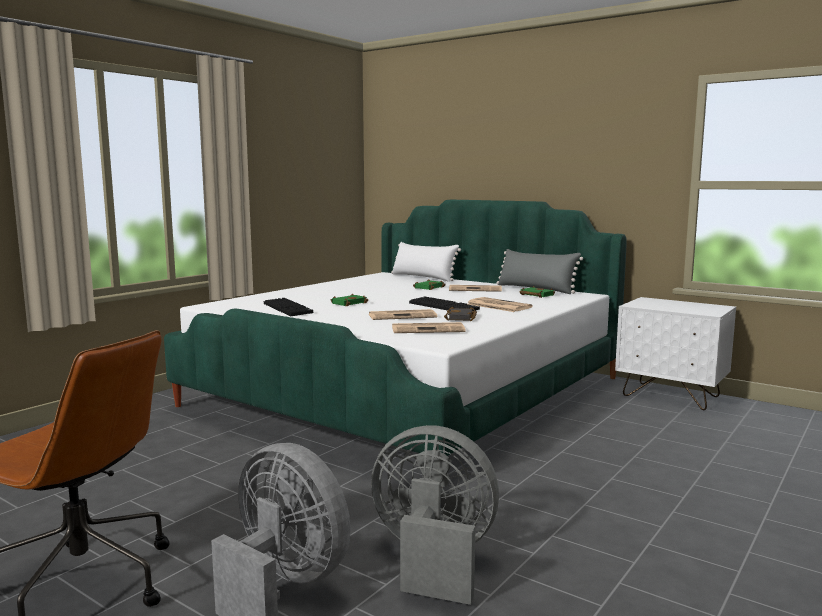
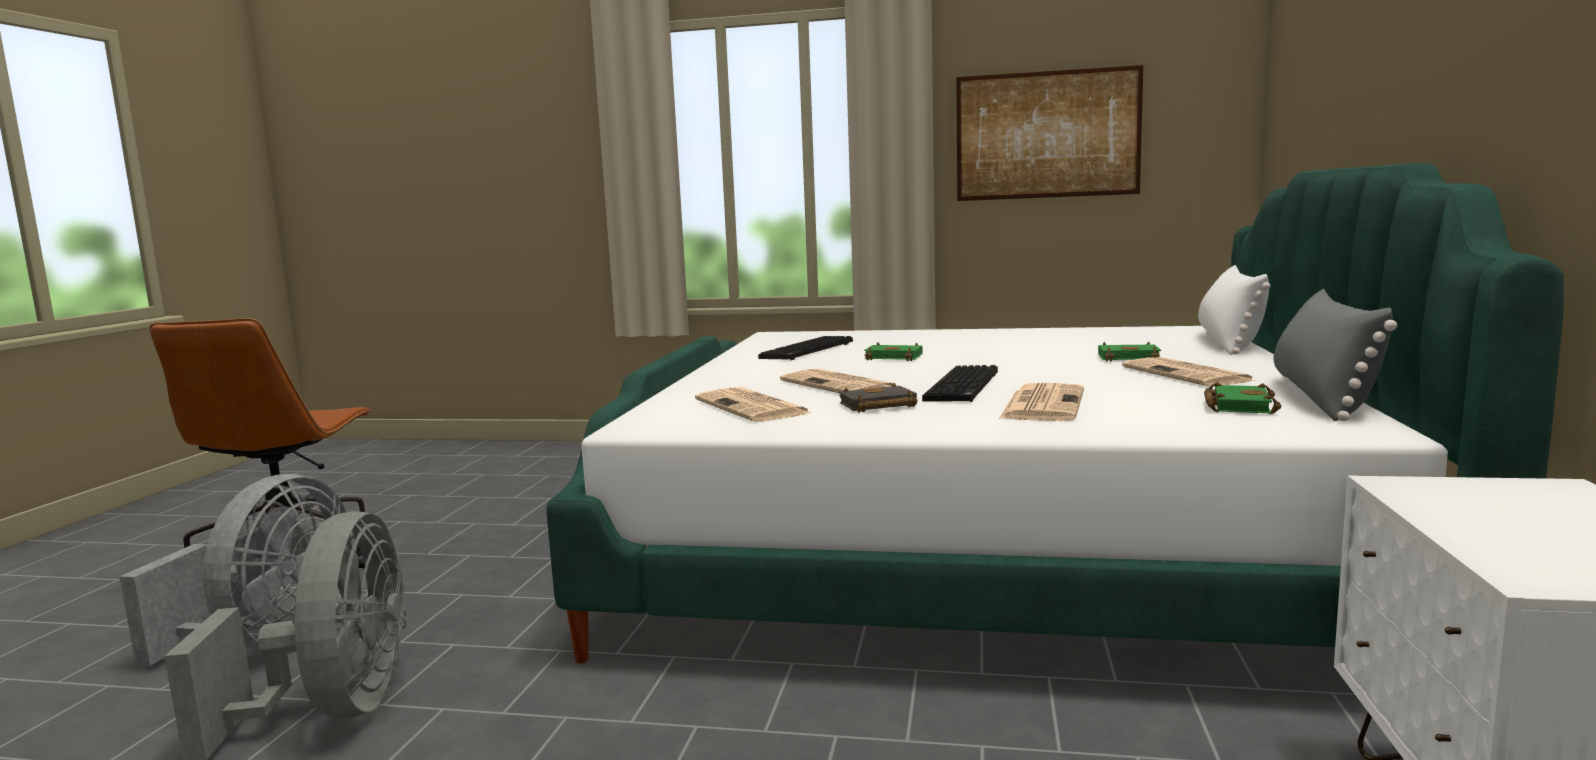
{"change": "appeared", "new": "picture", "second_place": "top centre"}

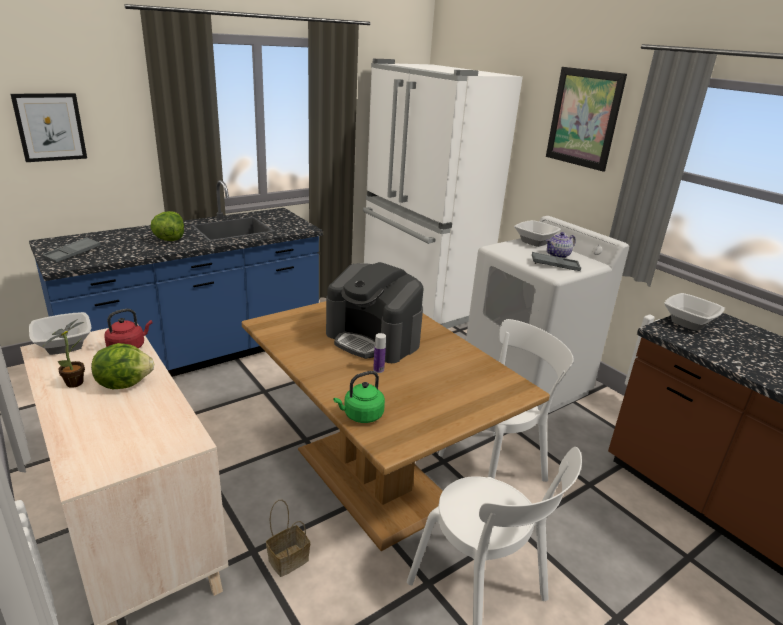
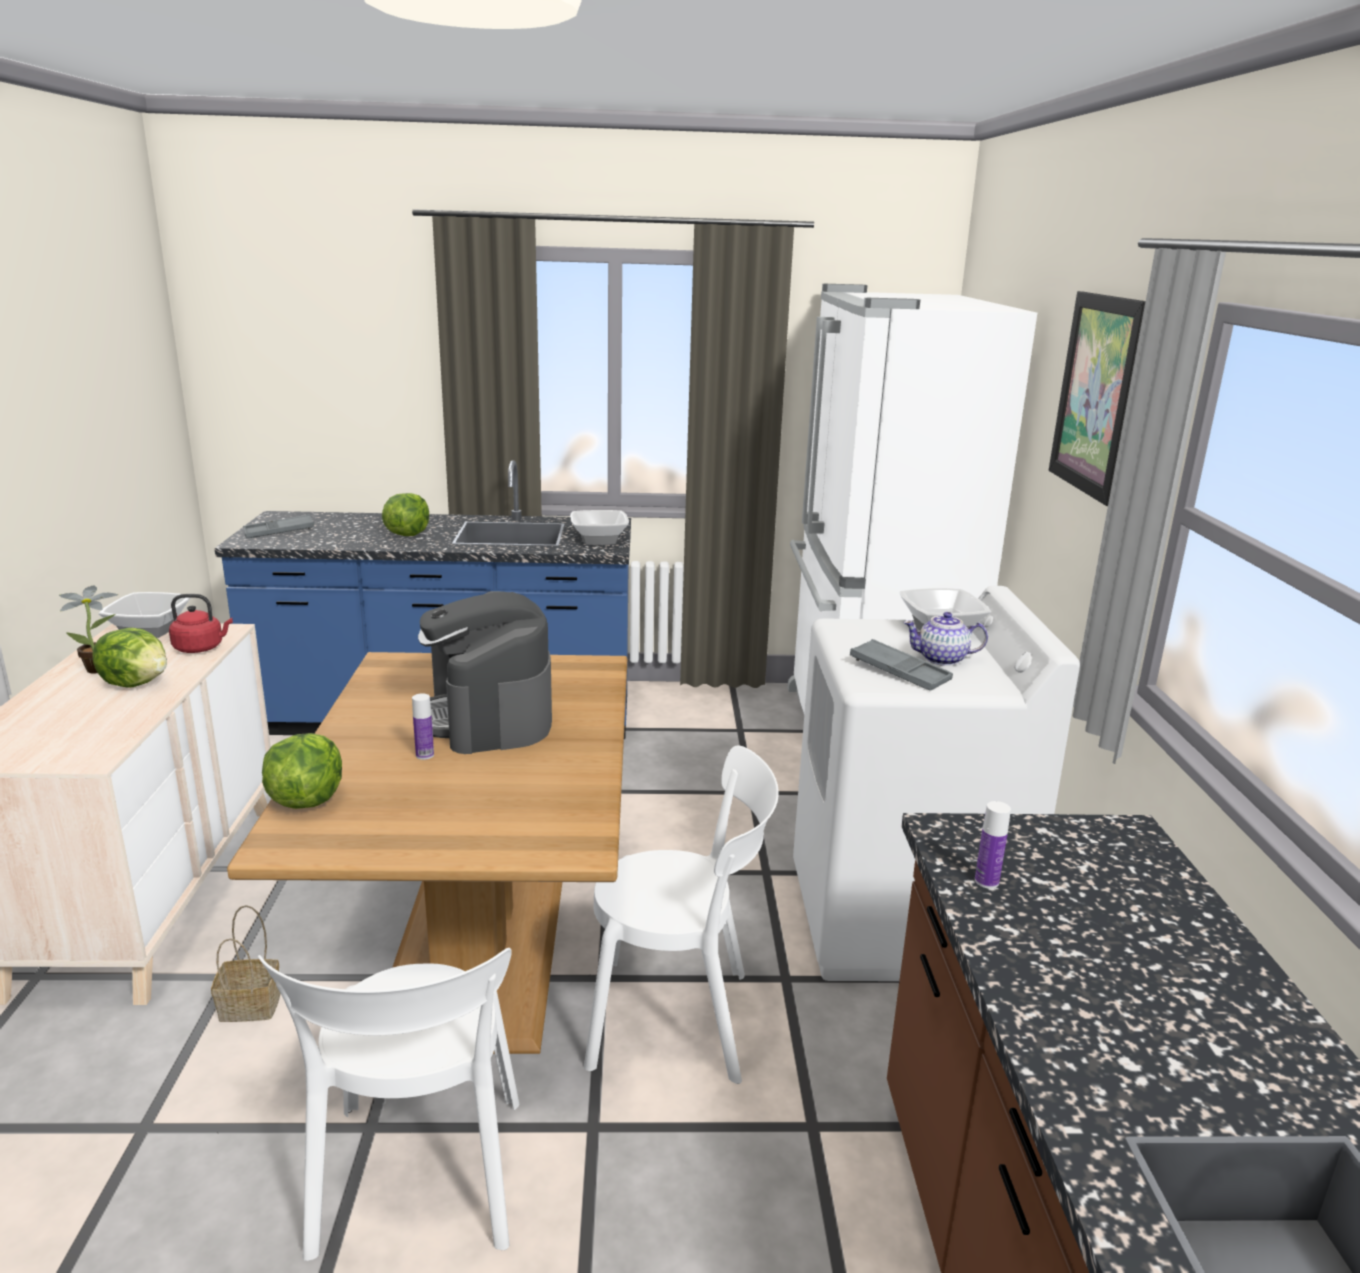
{"change": "missing", "old": "picture (no. 1 from left)", "first_place": "top left"}
{"change": "exchanged", "old": "green kettle", "new": "lettuce (no. 2 from left)", "first_place": "centre", "second_place": "middle left"}
{"change": "relocated", "old": "bowl (no. 3 from left in the first image)", "new": "bowl (no. 2 from left)", "first_place": "middle right", "second_place": "centre"}
{"change": "appeared", "new": "bottle (no. 2 from left)", "second_place": "middle right"}

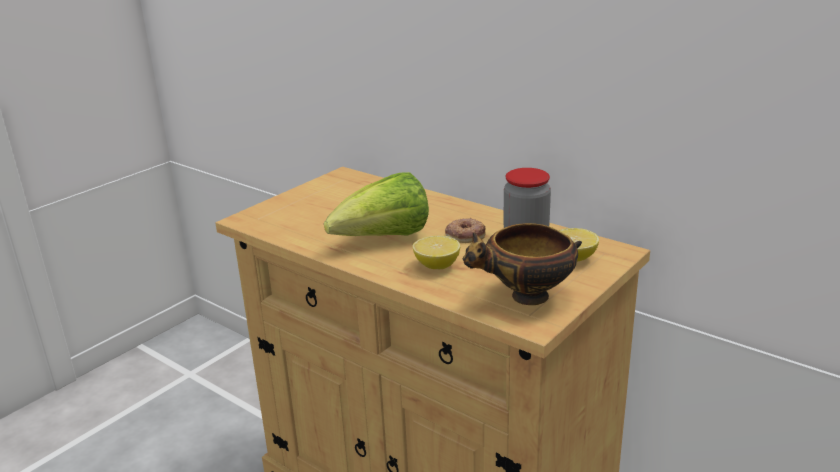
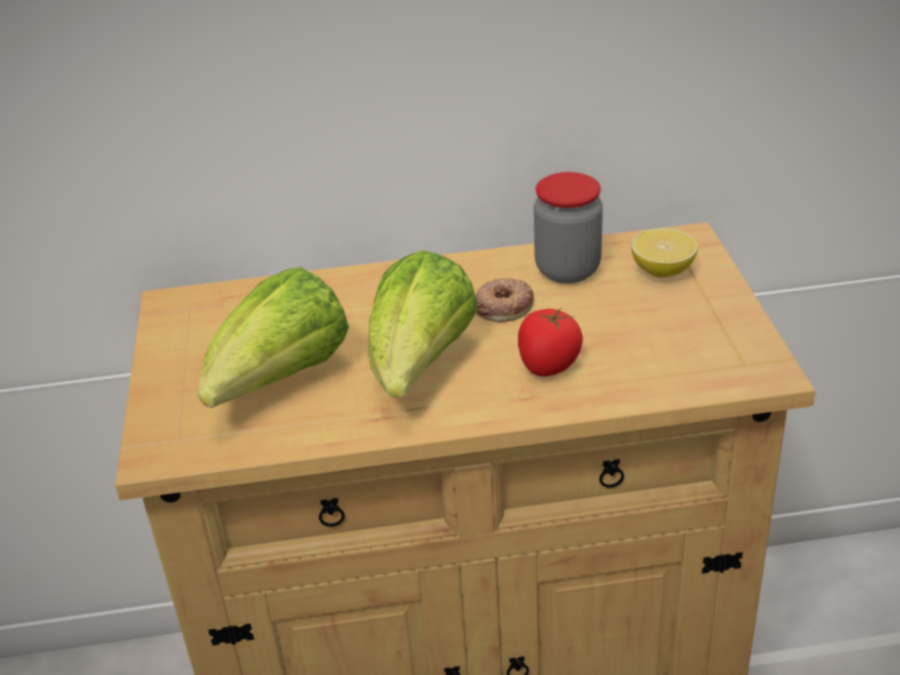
{"change": "exchanged", "old": "lemon (no. 1 from left)", "new": "tomato", "first_place": "centre", "second_place": "centre"}
{"change": "missing", "old": "bowl", "first_place": "centre"}
{"change": "appeared", "new": "lettuce (no. 1 from left)", "second_place": "middle left"}

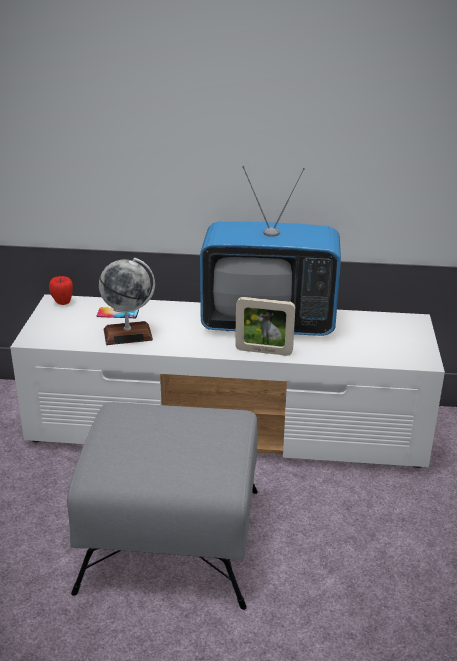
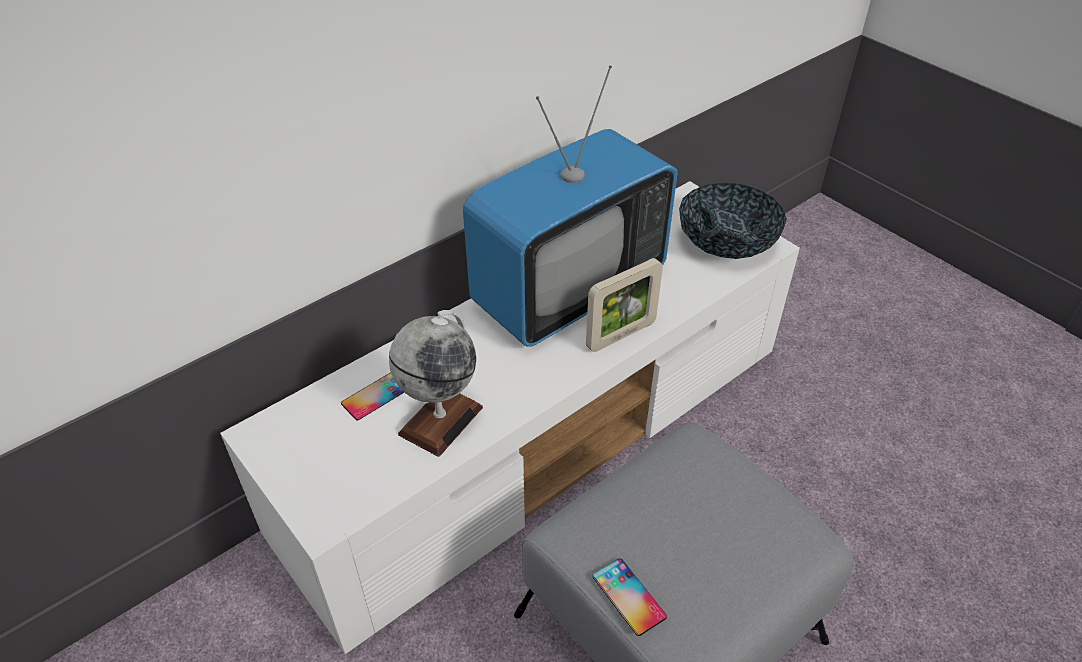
{"change": "missing", "old": "apple", "first_place": "middle left"}
{"change": "appeared", "new": "phone (no. 2 from left)", "second_place": "bottom centre"}
{"change": "appeared", "new": "bowl", "second_place": "middle right"}

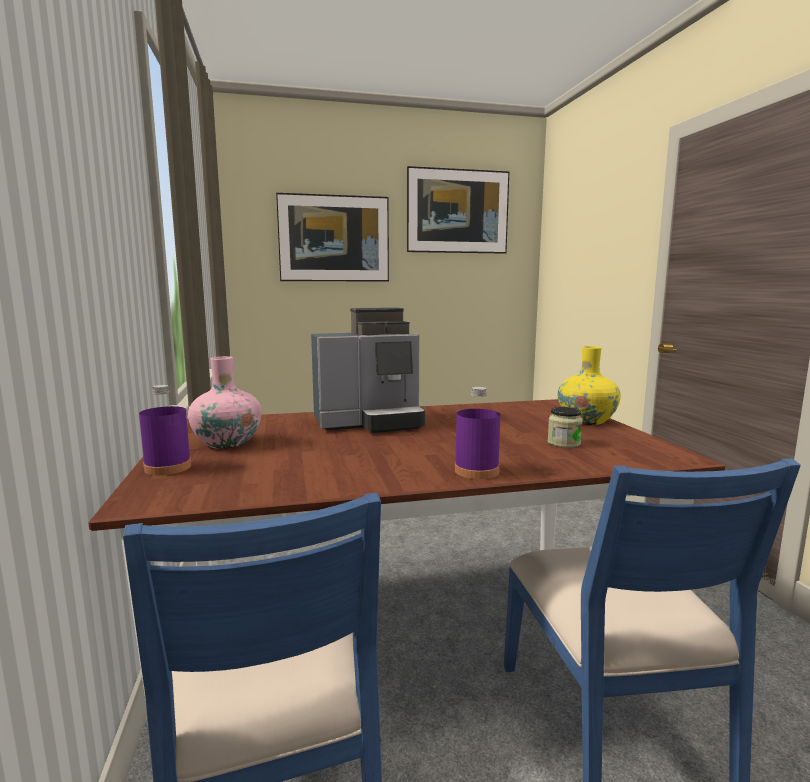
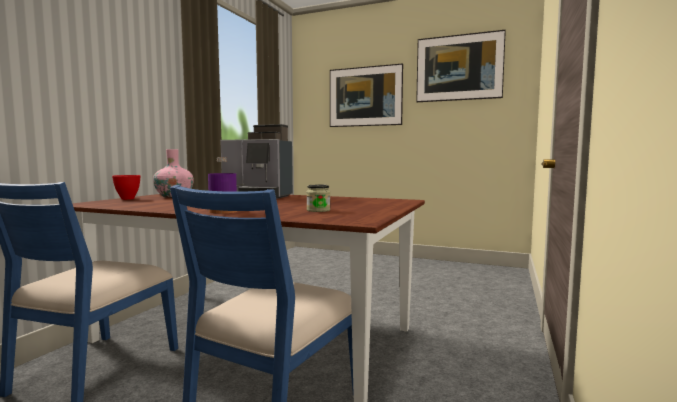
{"change": "exchanged", "old": "purple bottle (no. 1 from left)", "new": "red bowl", "first_place": "middle left", "second_place": "middle left"}
{"change": "missing", "old": "yellow vase", "first_place": "middle right"}

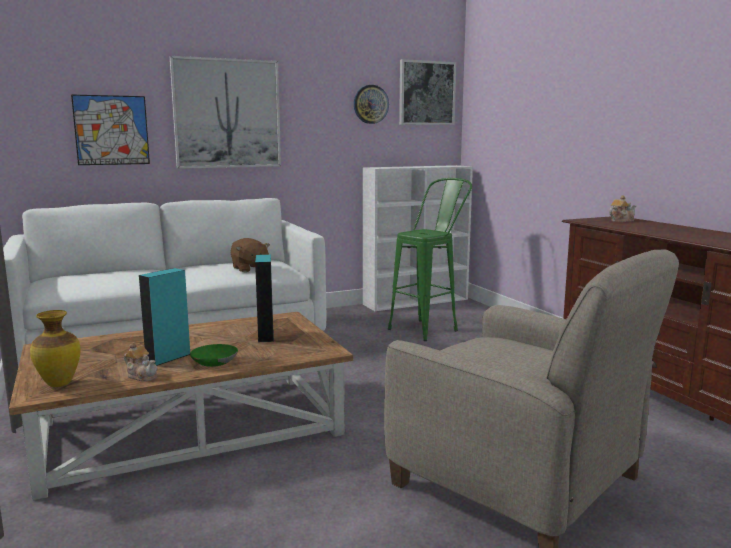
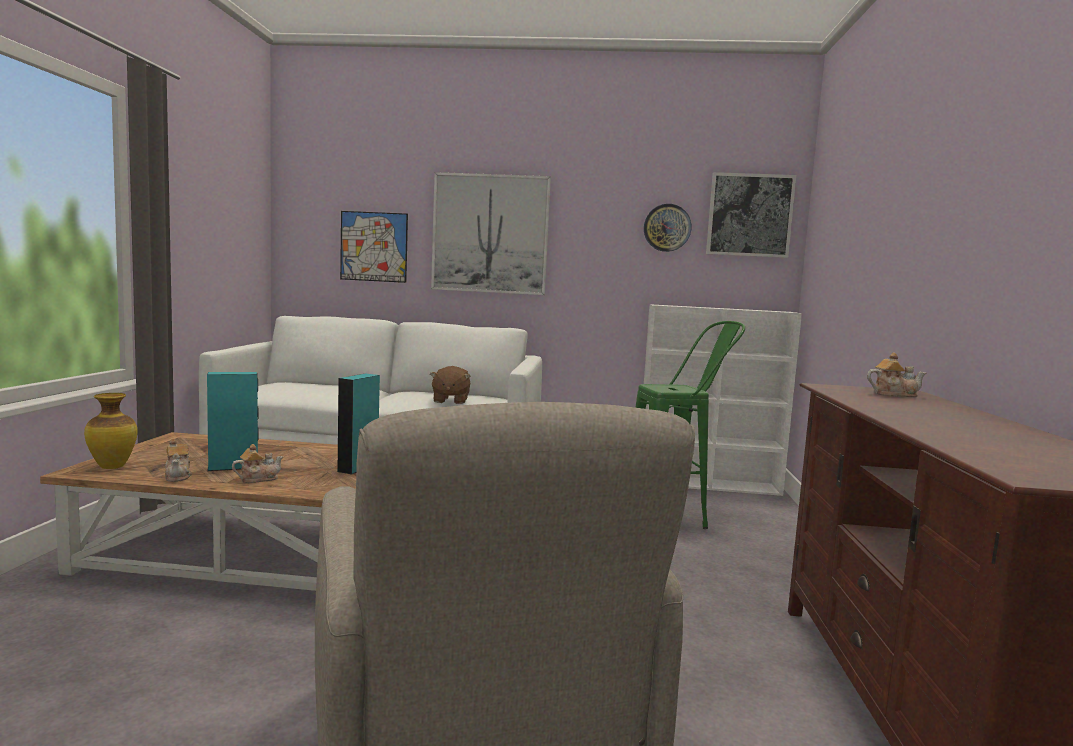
{"change": "exchanged", "old": "green bowl", "new": "teapot (no. 2 from left)", "first_place": "middle left", "second_place": "middle left"}

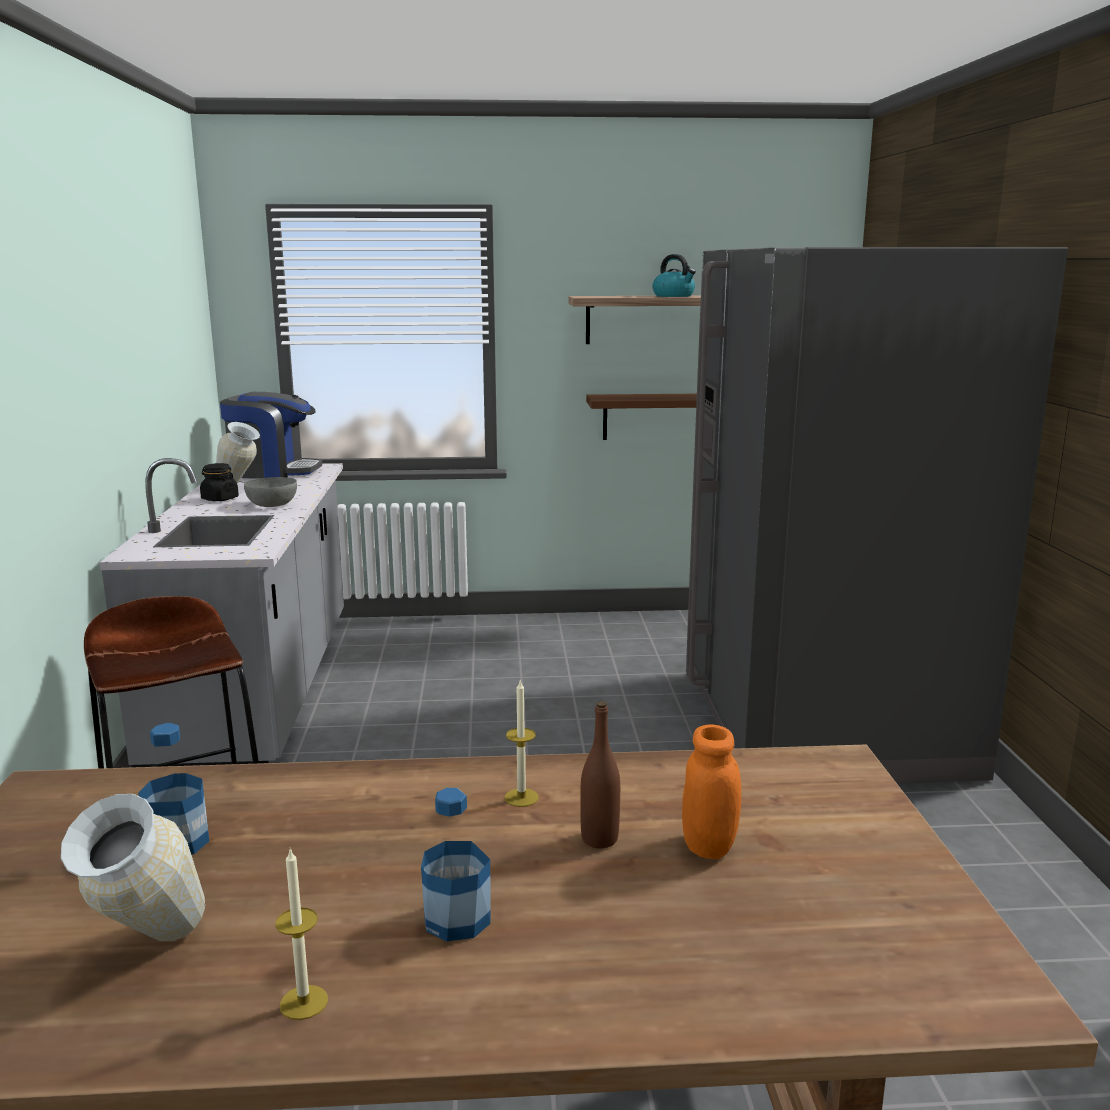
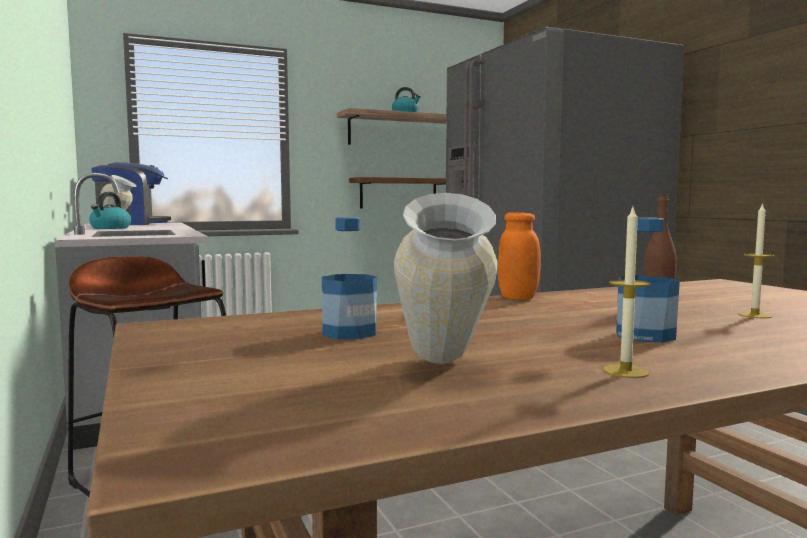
{"change": "exchanged", "old": "black jar", "new": "kettle (no. 1 from left)", "first_place": "middle left", "second_place": "middle left"}
{"change": "missing", "old": "grey bowl", "first_place": "middle left"}
{"change": "relocated", "old": "candle (no. 2 from left)", "first_place": "bottom centre", "second_place": "middle right"}
{"change": "relocated", "old": "orange jar", "first_place": "bottom centre", "second_place": "centre"}

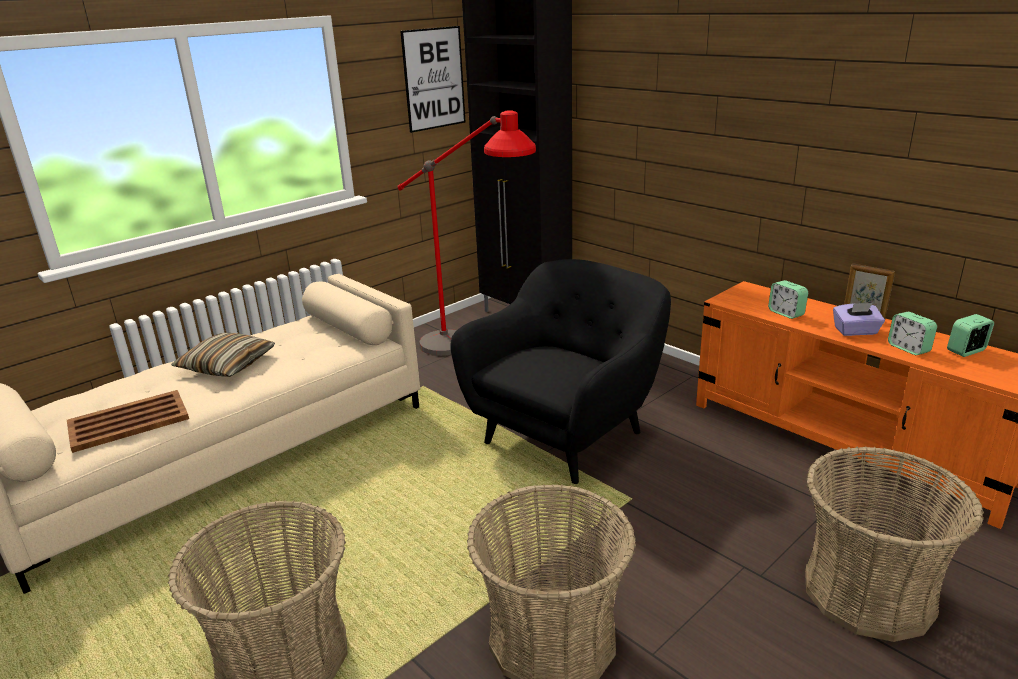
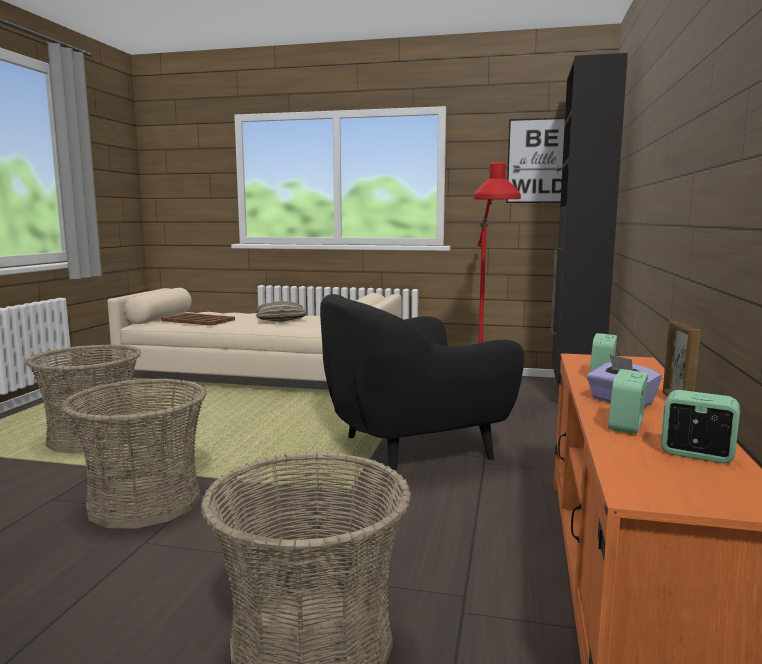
{"change": "spun", "old": "black armchair", "first_place": "centre", "second_place": "centre", "degrees": 150}

